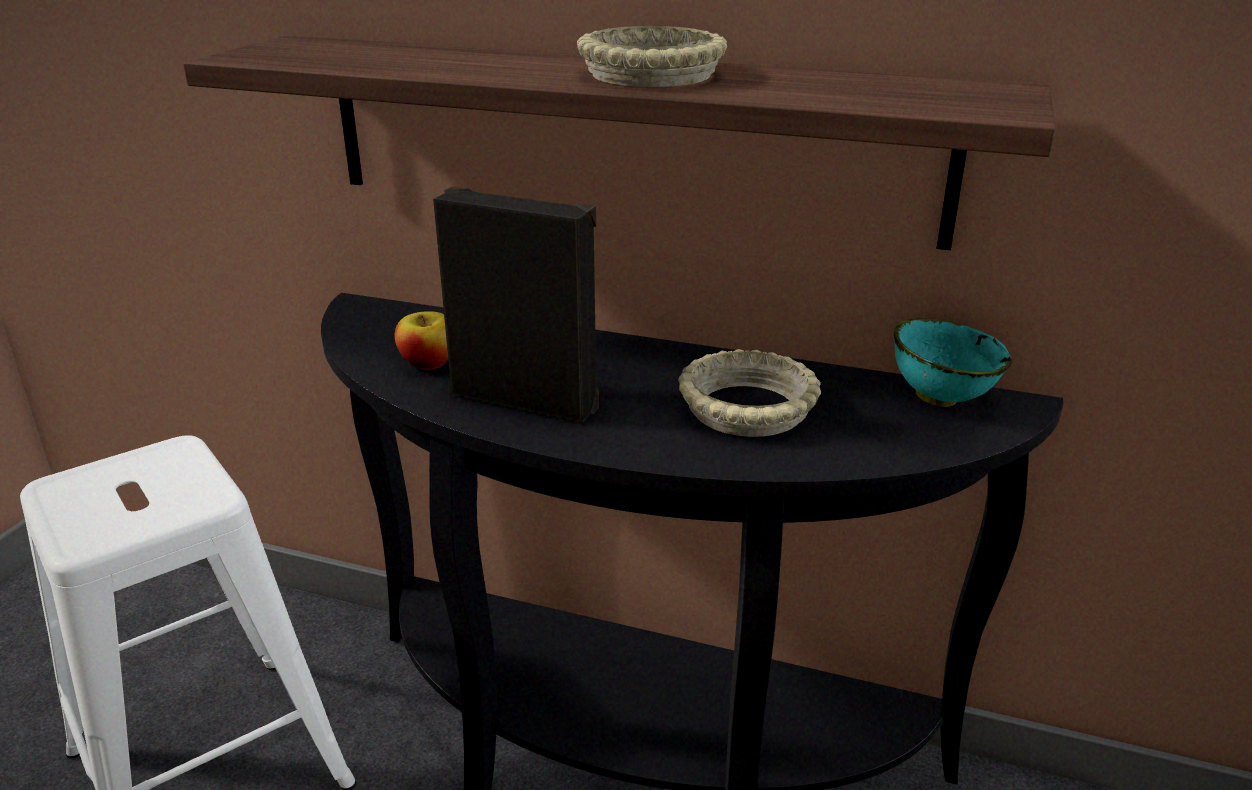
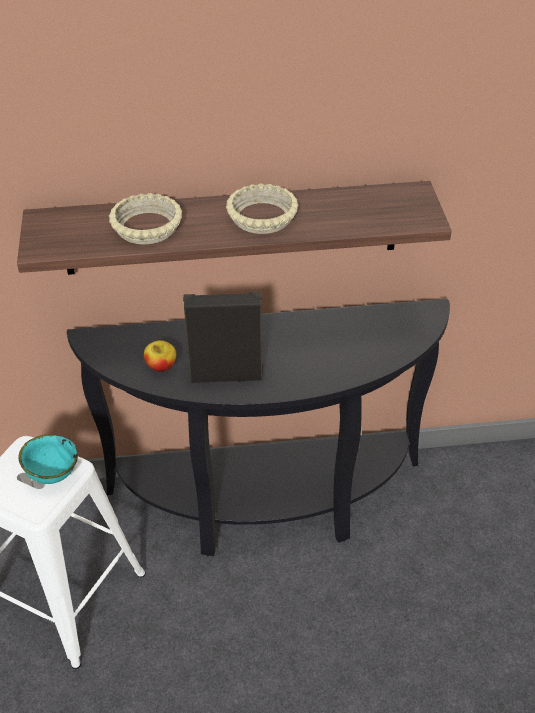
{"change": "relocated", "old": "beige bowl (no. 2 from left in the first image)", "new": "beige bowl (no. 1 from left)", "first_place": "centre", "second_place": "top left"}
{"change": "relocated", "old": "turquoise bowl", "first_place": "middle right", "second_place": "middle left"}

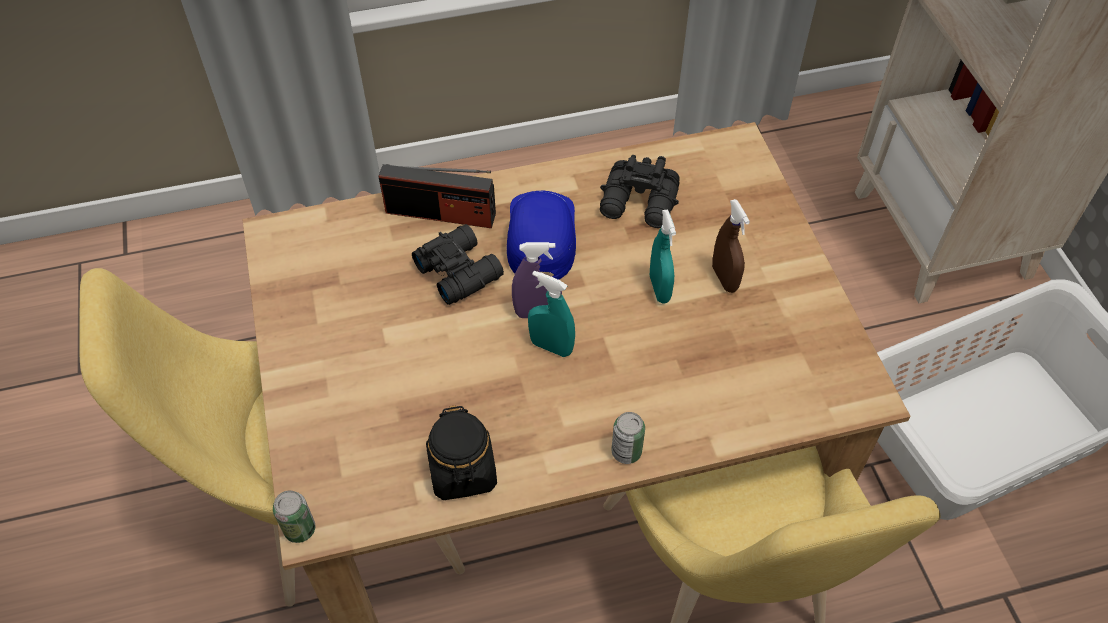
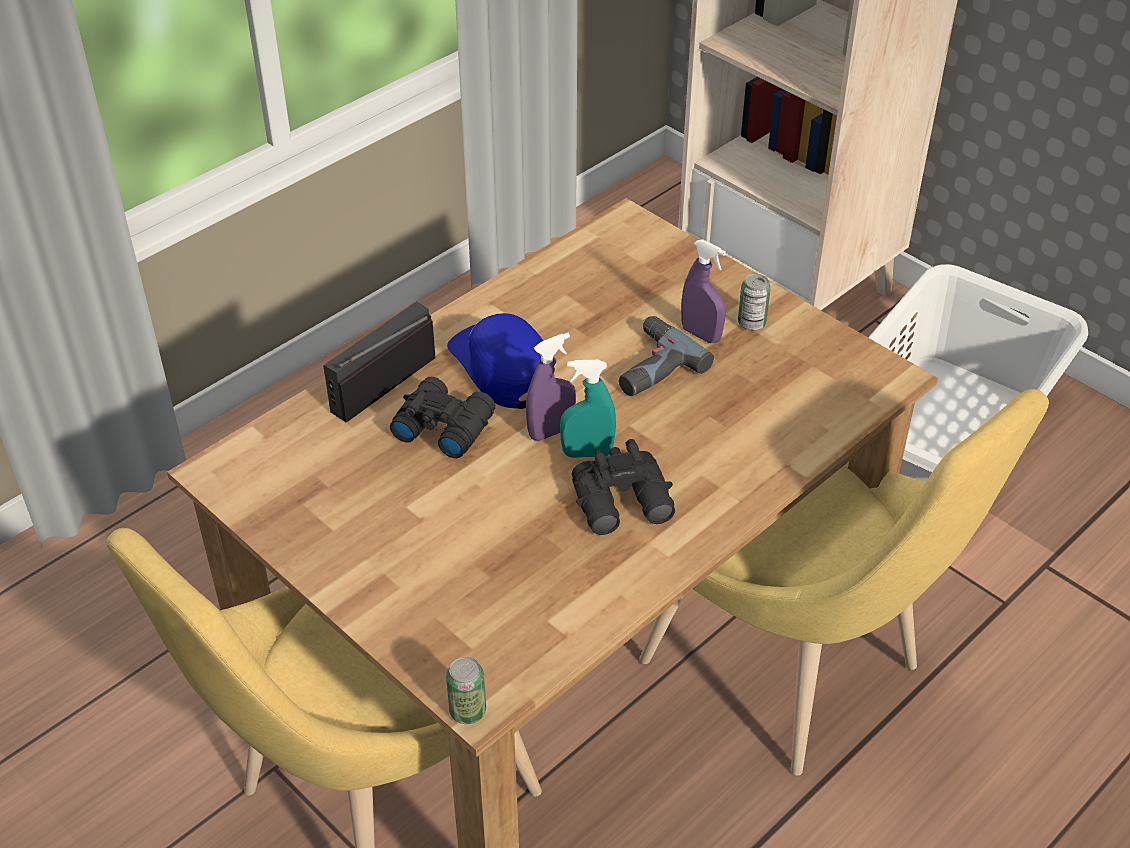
{"change": "spun", "old": "radio", "first_place": "top centre", "second_place": "centre", "degrees": 150}
{"change": "missing", "old": "black jar", "first_place": "bottom centre"}
{"change": "relocated", "old": "black binoculars (no. 2 from left)", "first_place": "top centre", "second_place": "centre"}
{"change": "relocated", "old": "can (no. 2 from left)", "first_place": "bottom centre", "second_place": "middle right"}
{"change": "exchanged", "old": "turquoise spray bottle (no. 2 from left)", "new": "power drill", "first_place": "centre", "second_place": "centre"}
{"change": "colour", "old": "brown spray bottle", "new": "purple spray bottle (no. 2 from left)", "first_place": "centre", "second_place": "centre"}

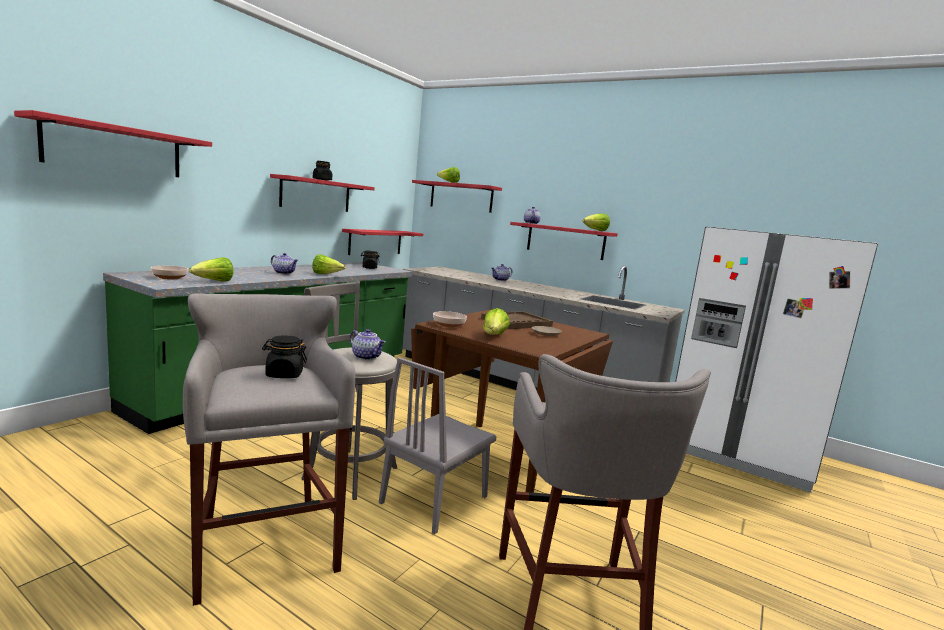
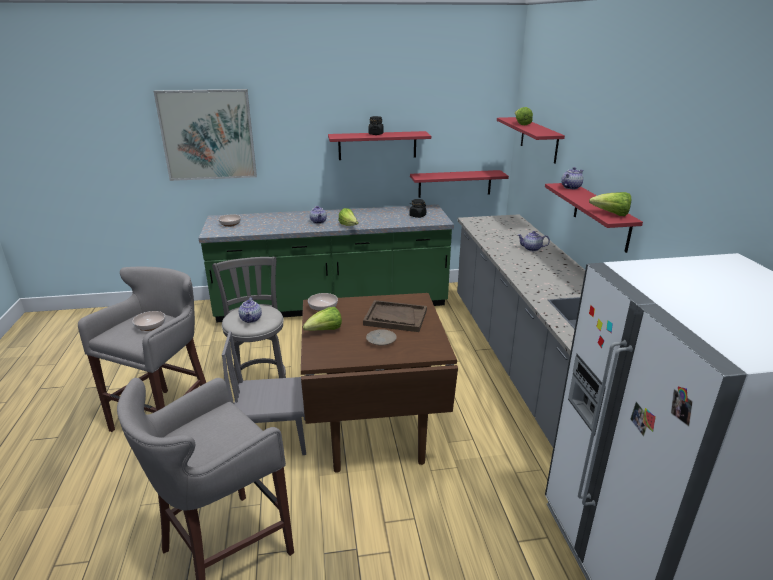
{"change": "exchanged", "old": "red shelf (no. 1 from left)", "new": "picture", "first_place": "top left", "second_place": "top left"}
{"change": "missing", "old": "lettuce (no. 1 from left)", "first_place": "middle left"}
{"change": "exchanged", "old": "black jar (no. 1 from left)", "new": "bowl (no. 1 from left)", "first_place": "middle left", "second_place": "middle left"}

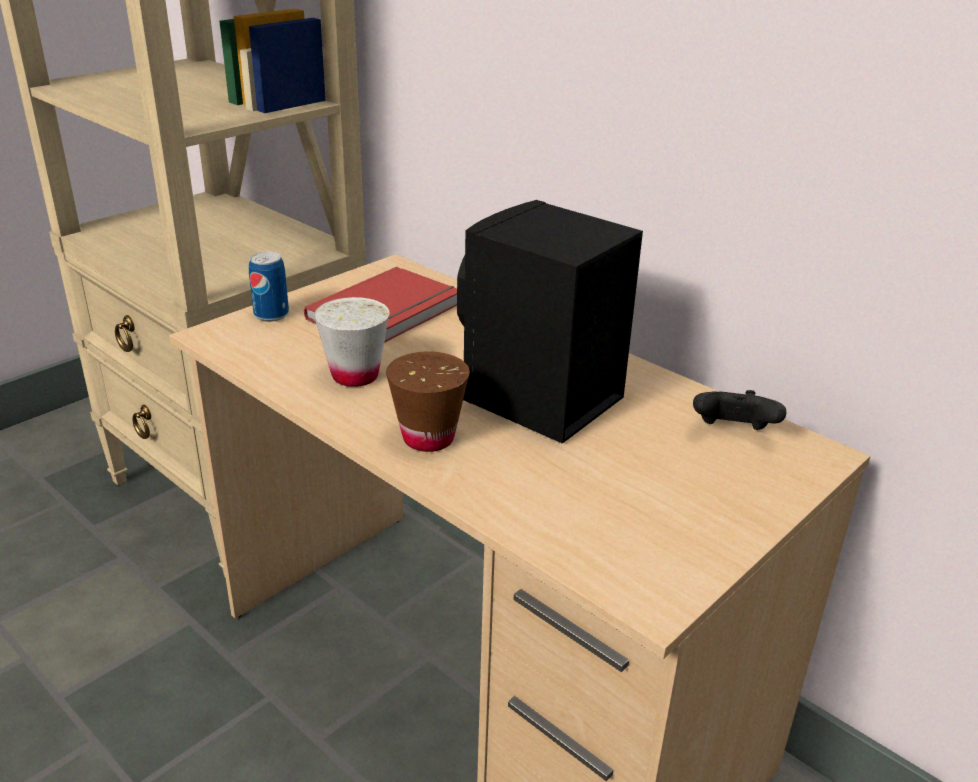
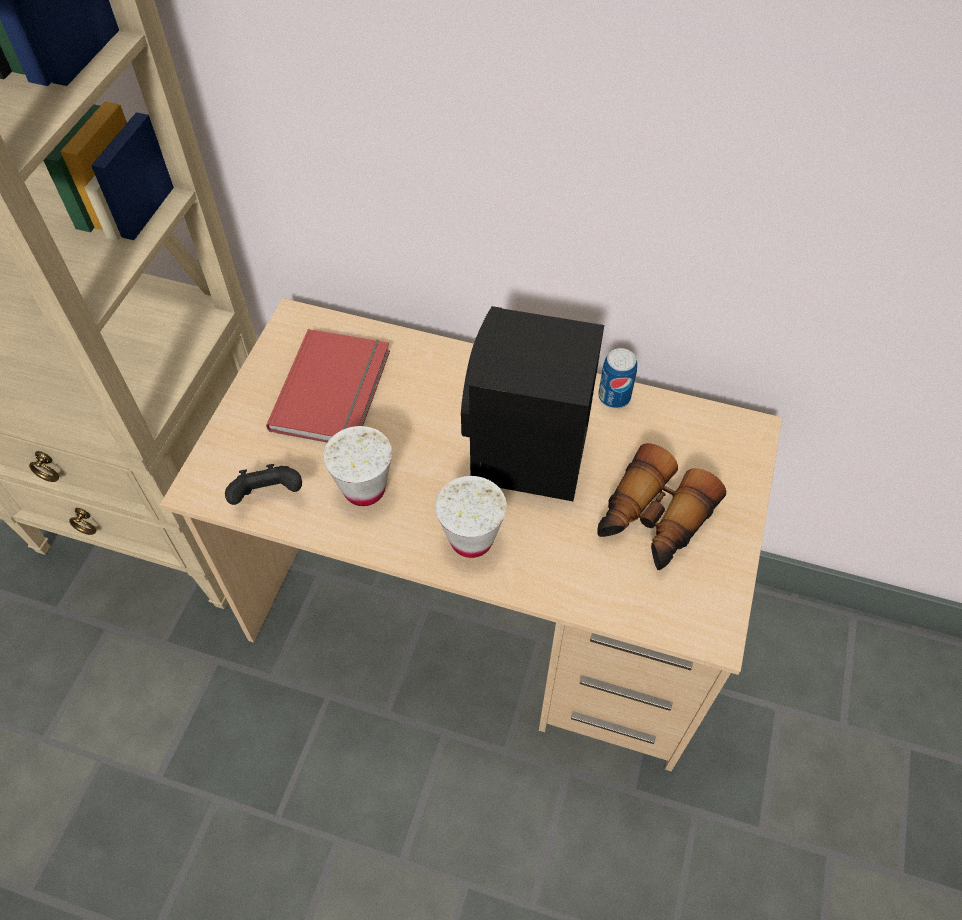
{"change": "relocated", "old": "can", "first_place": "middle left", "second_place": "centre"}
{"change": "colour", "old": "brown cup", "new": "white cup (no. 2 from left)", "first_place": "centre", "second_place": "centre"}
{"change": "relocated", "old": "black game controller", "first_place": "middle right", "second_place": "middle left"}
{"change": "appeared", "new": "binoculars", "second_place": "middle right"}

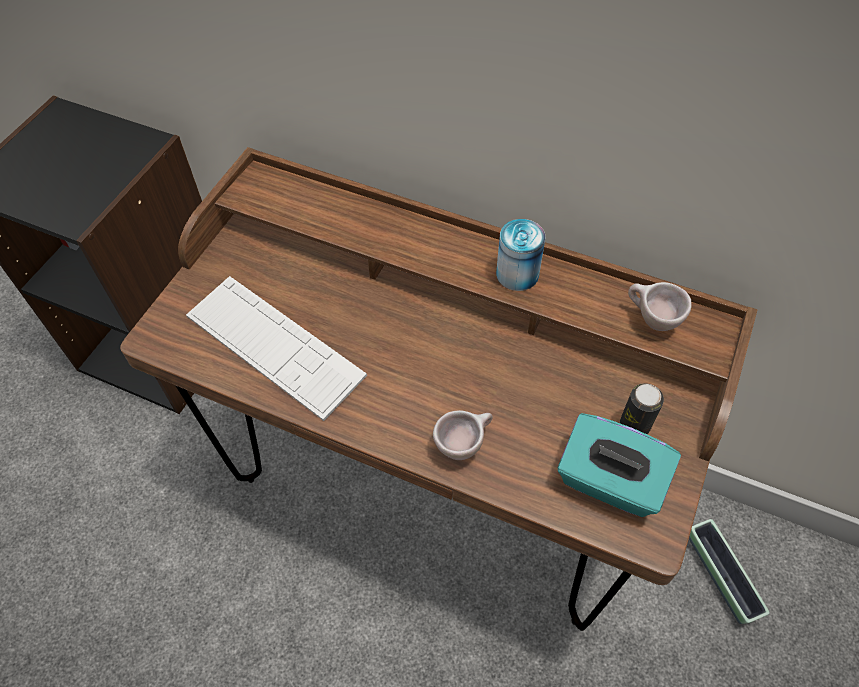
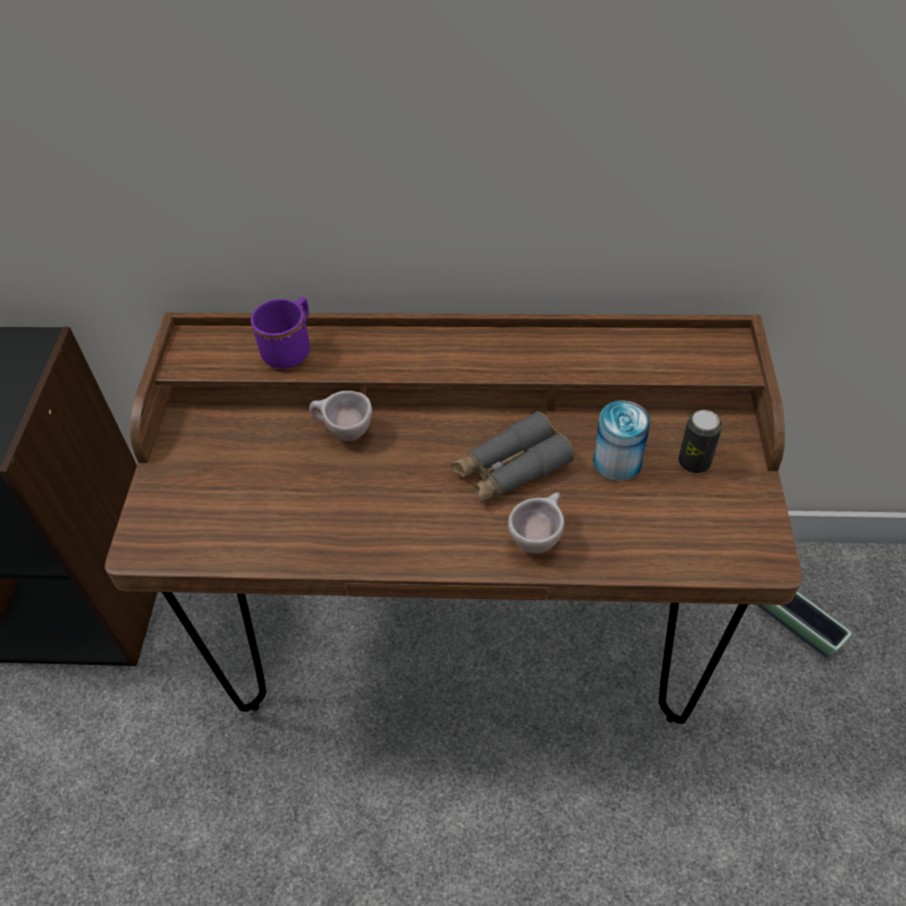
{"change": "missing", "old": "keyboard", "first_place": "middle left"}
{"change": "relocated", "old": "can (no. 1 from left)", "first_place": "centre", "second_place": "middle right"}
{"change": "missing", "old": "turquoise tissue box", "first_place": "bottom right"}
{"change": "relocated", "old": "beige cup (no. 2 from left in the first image)", "new": "beige cup (no. 1 from left)", "first_place": "middle right", "second_place": "centre"}
{"change": "appeared", "new": "purple mug", "second_place": "middle left"}
{"change": "appeared", "new": "grey binoculars", "second_place": "centre"}

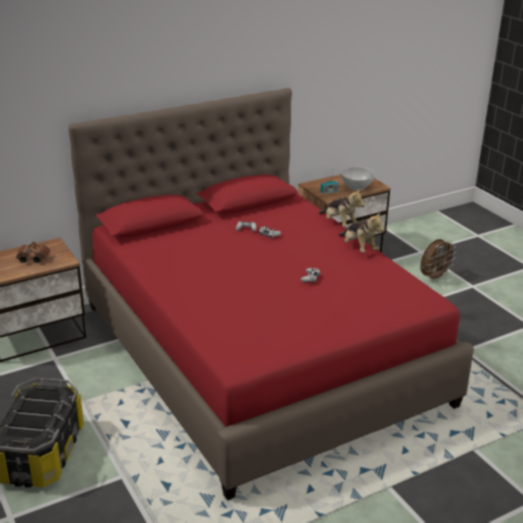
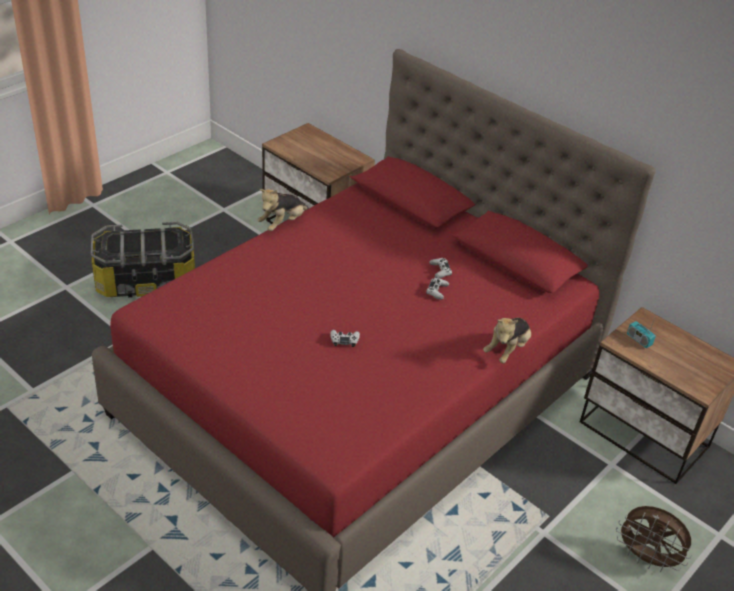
{"change": "missing", "old": "brown binoculars", "first_place": "middle left"}
{"change": "relocated", "old": "plush toy (no. 2 from left in the first image)", "new": "plush toy (no. 1 from left)", "first_place": "middle right", "second_place": "centre"}
{"change": "missing", "old": "white bowl", "first_place": "middle right"}

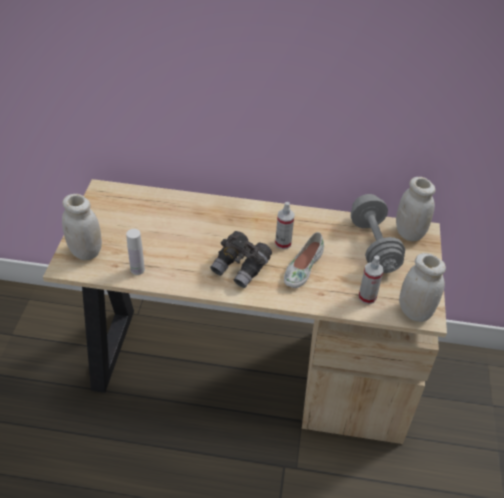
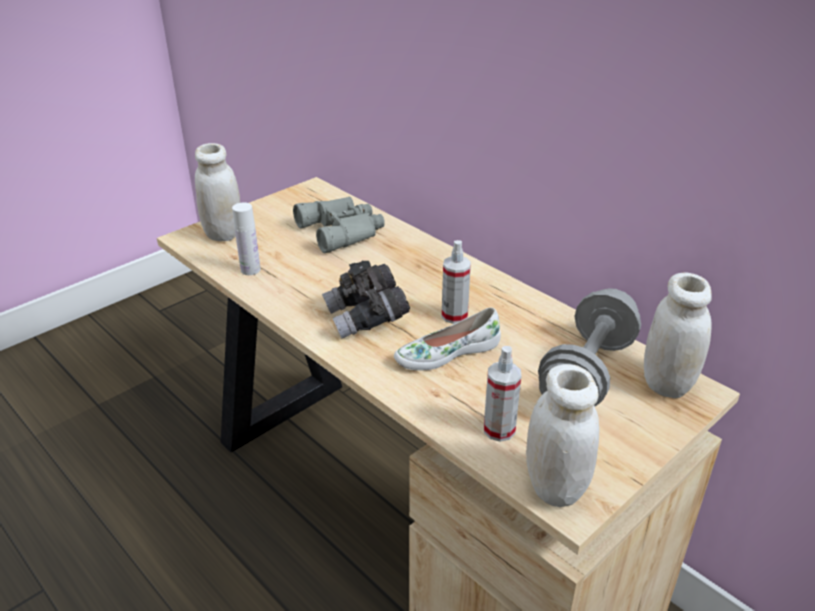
{"change": "appeared", "new": "grey binoculars (no. 1 from left)", "second_place": "centre"}

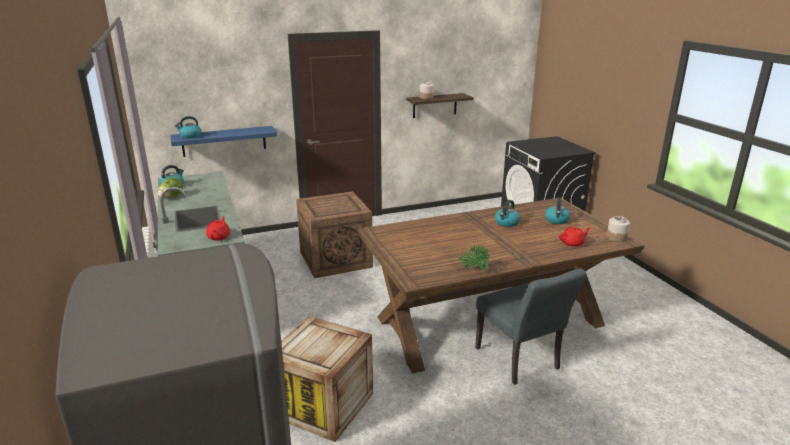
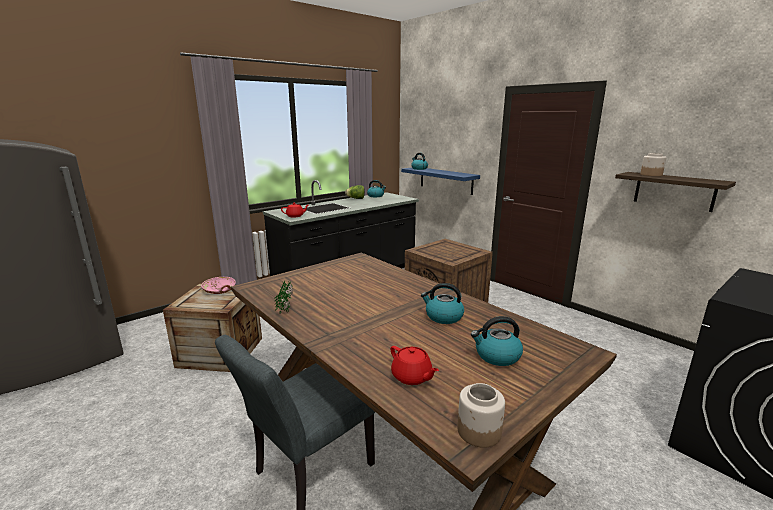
{"change": "appeared", "new": "pink bowl", "second_place": "middle left"}

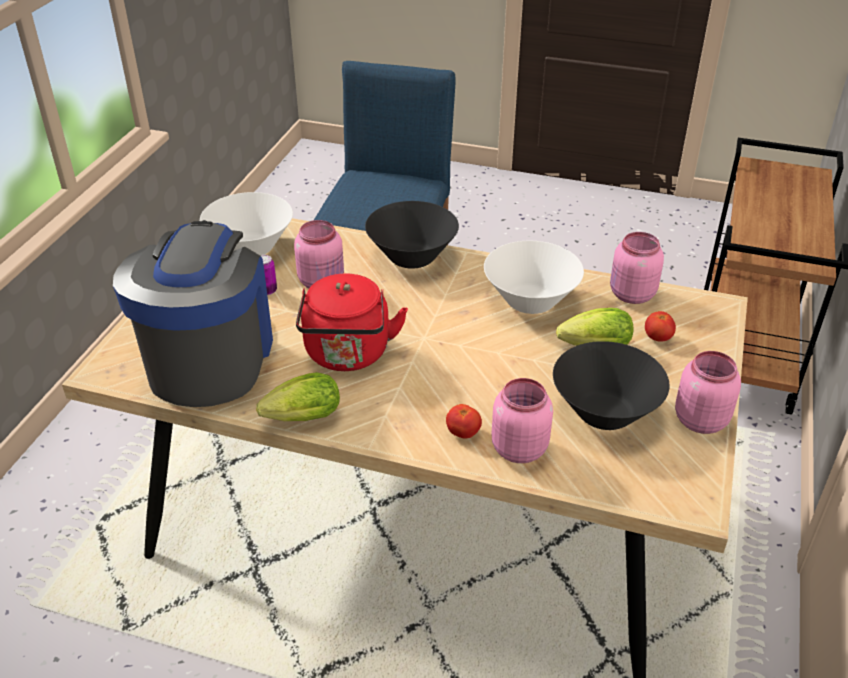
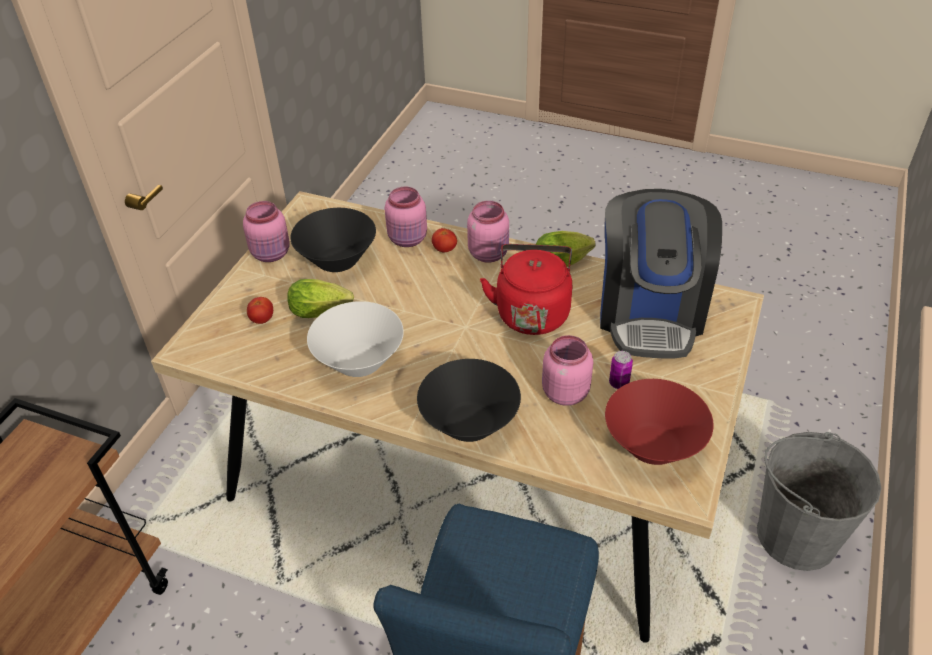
{"change": "colour", "old": "white bowl (no. 1 from left)", "new": "red bowl", "first_place": "top left", "second_place": "middle right"}
{"change": "relocated", "old": "pink jar (no. 3 from left)", "first_place": "middle right", "second_place": "centre"}
{"change": "appeared", "new": "grey bucket", "second_place": "bottom right"}

